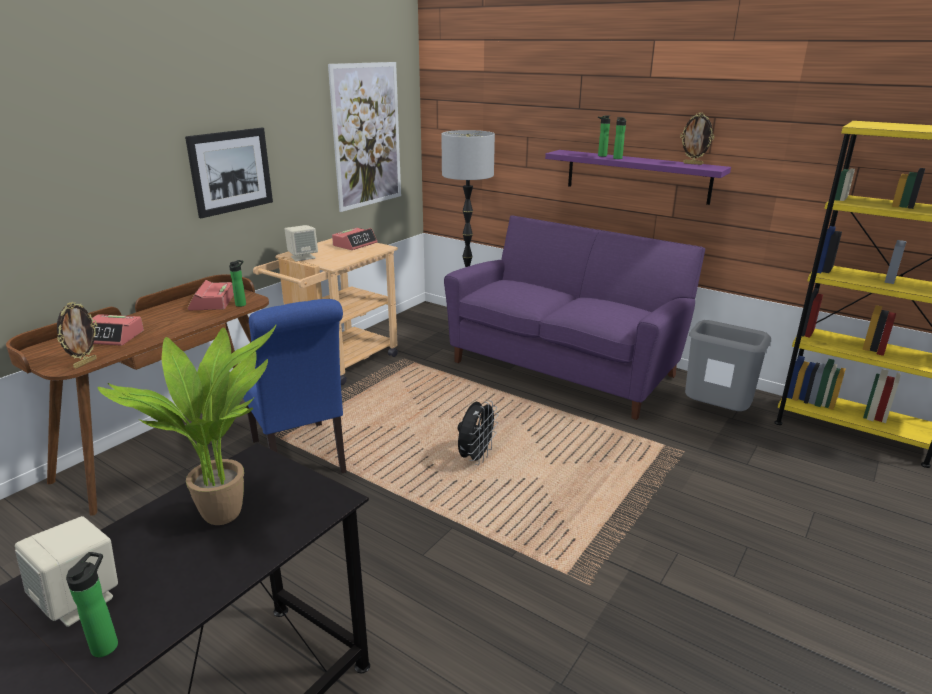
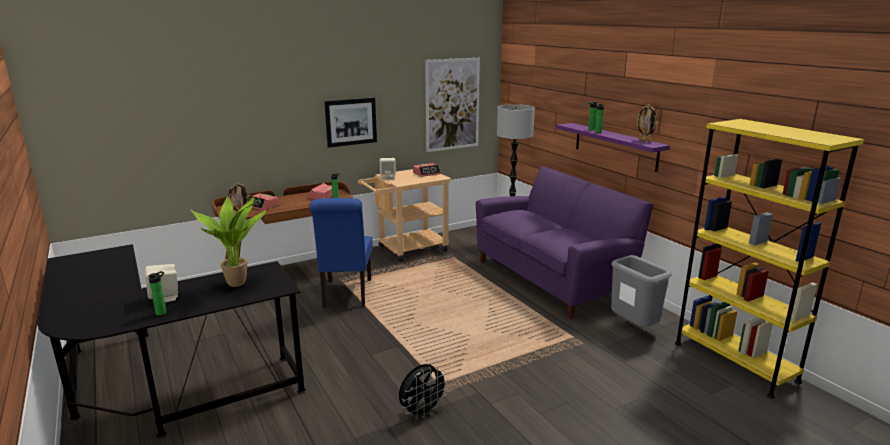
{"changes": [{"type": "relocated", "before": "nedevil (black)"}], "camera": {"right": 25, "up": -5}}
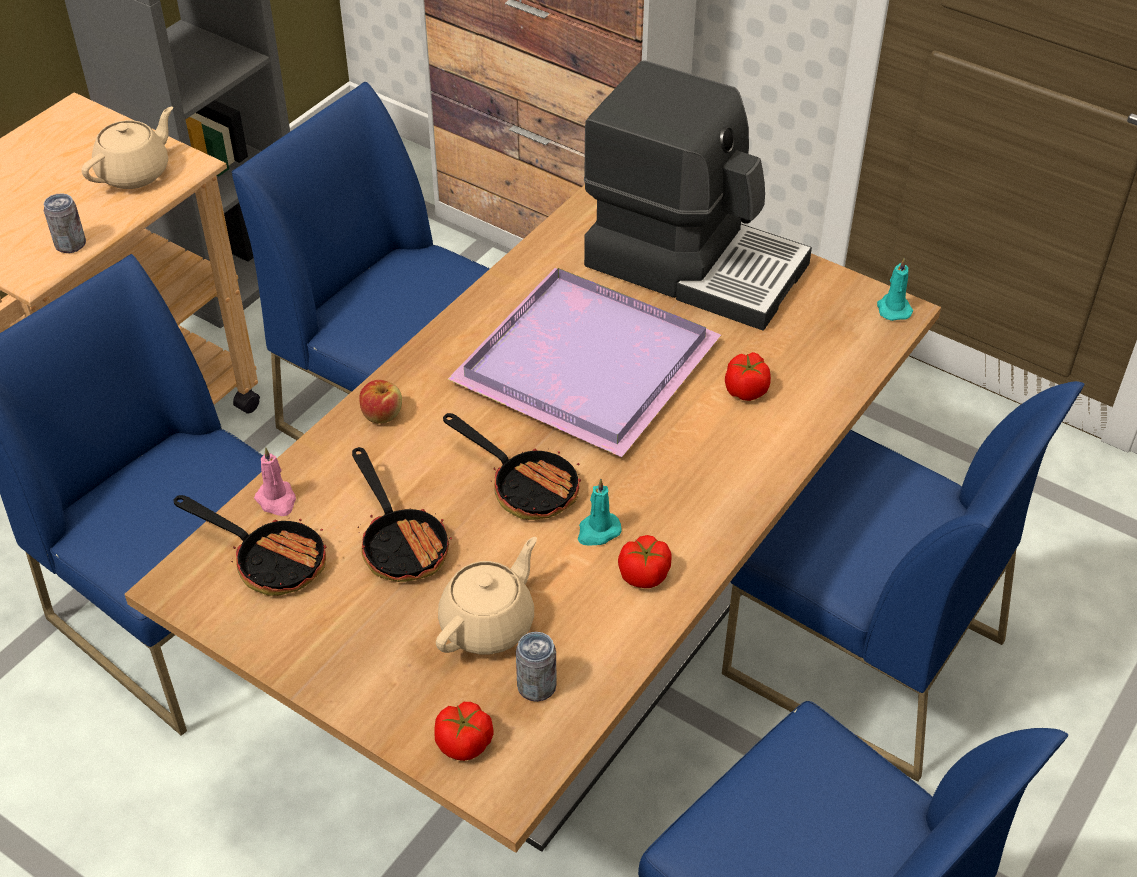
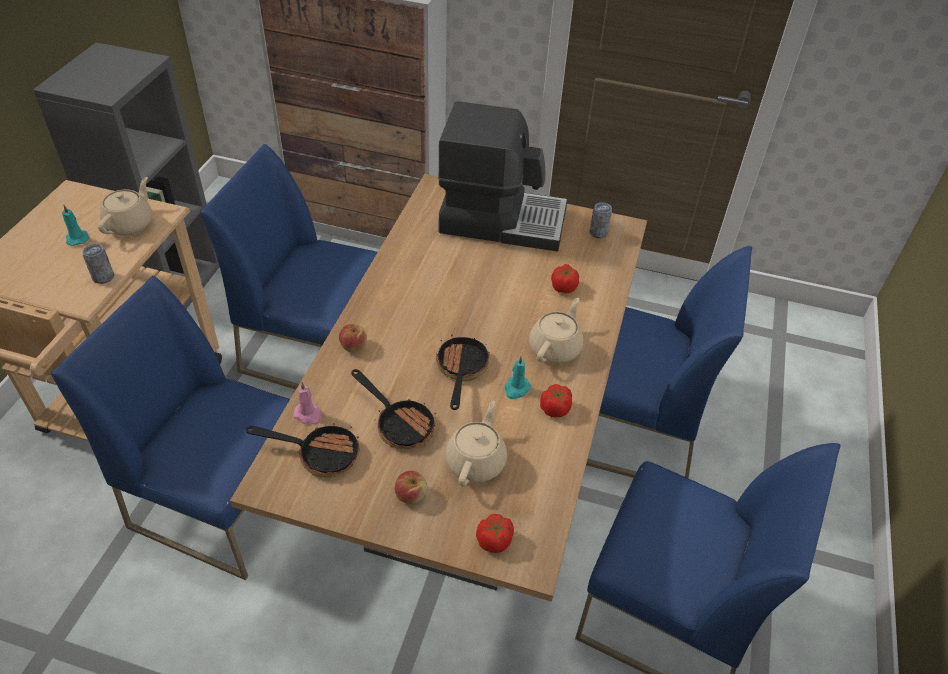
{"changes": [{"type": "relocated", "before": "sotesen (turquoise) (no. 2 from left in the first image)", "after": "sotesen (turquoise) (no. 1 from left)"}, {"type": "appeared", "after": "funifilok (no. 2 from left)"}, {"type": "spun", "before": "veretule (no. 3 from left)", "turn": -105}, {"type": "appeared", "after": "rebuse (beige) (no. 3 from left)"}, {"type": "relocated", "before": "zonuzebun (no. 2 from left)"}, {"type": "missing", "before": "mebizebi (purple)"}], "camera": {"right": -20, "up": 0}}
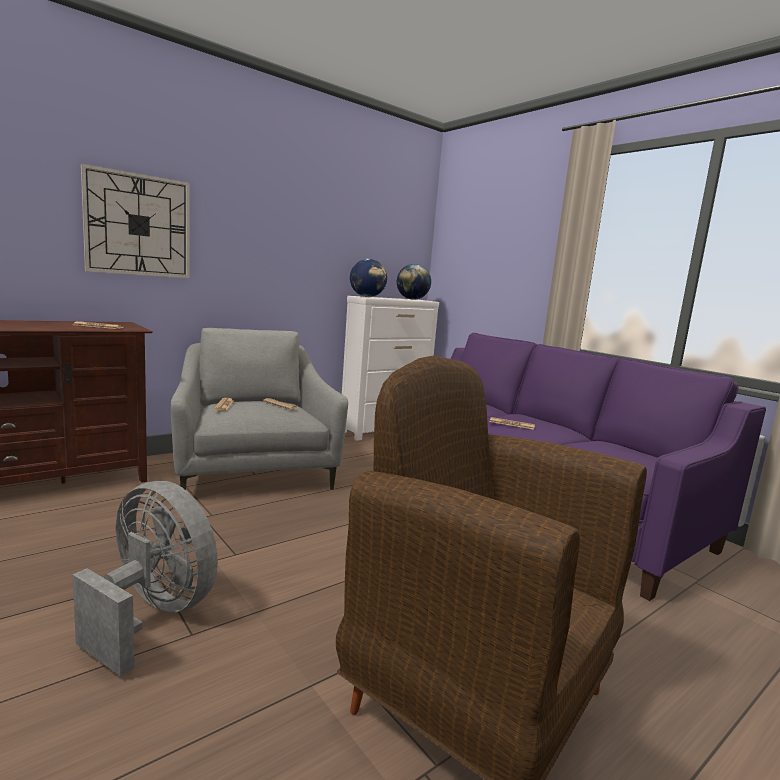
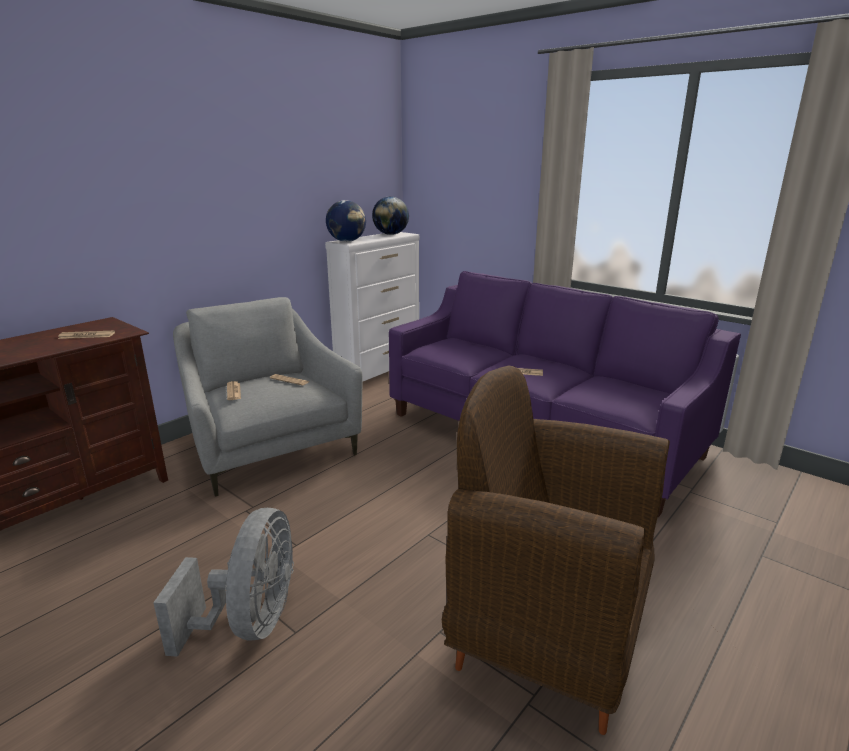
{"changes": [{"type": "spun", "before": "nedevil (grey)", "turn": 75}, {"type": "missing", "before": "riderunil"}], "camera": {"right": -10, "up": 10}}
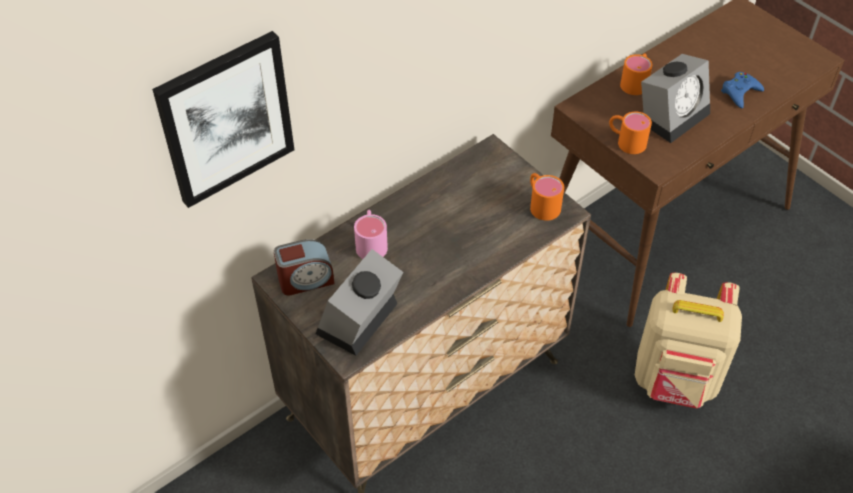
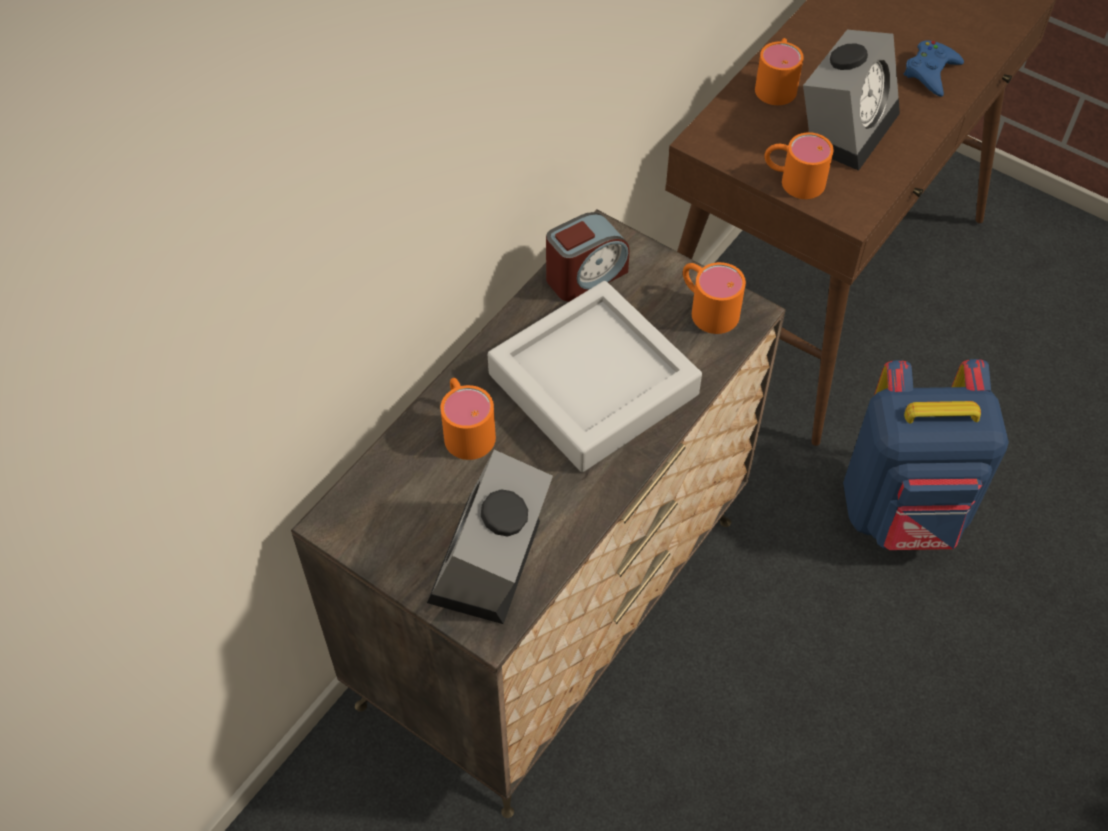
{"changes": [{"type": "colour", "before": "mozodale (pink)", "after": "mozodale (orange) (no. 1 from left)"}, {"type": "appeared", "after": "mebizebi (grey)"}, {"type": "relocated", "before": "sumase (no. 1 from left in the first image)", "after": "sumase (no. 2 from left)"}, {"type": "colour", "before": "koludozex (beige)", "after": "koludozex (blue)"}, {"type": "missing", "before": "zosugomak"}], "camera": {"right": -15, "up": 5}}
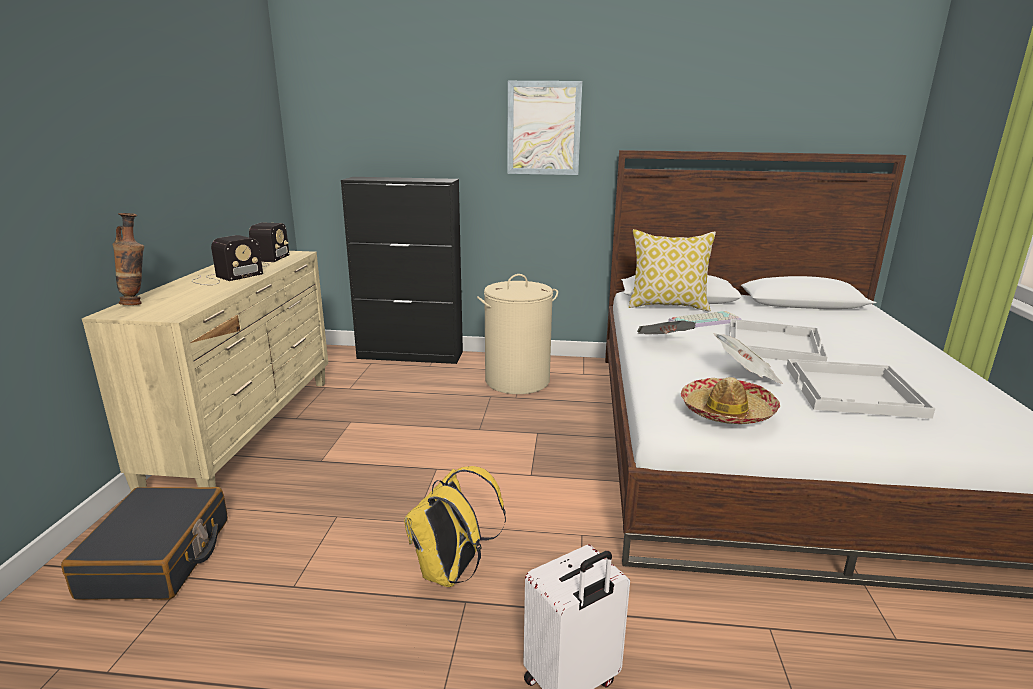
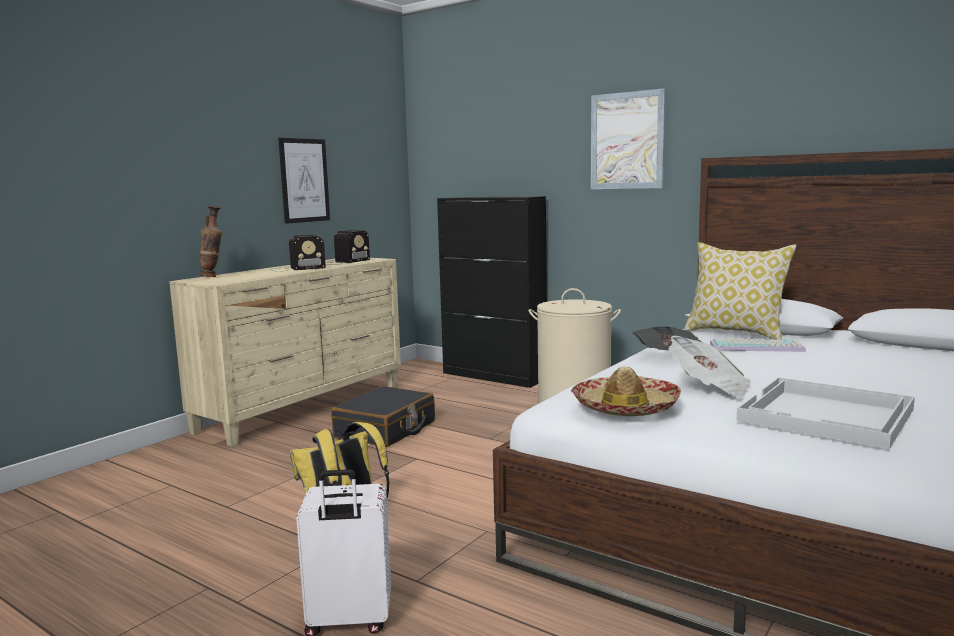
{"changes": [{"type": "appeared", "after": "zosugomak (no. 1 from left)"}, {"type": "relocated", "before": "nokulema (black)"}, {"type": "missing", "before": "mebizebi (white) (no. 1 from left)"}], "camera": {"right": 30, "up": -10}}
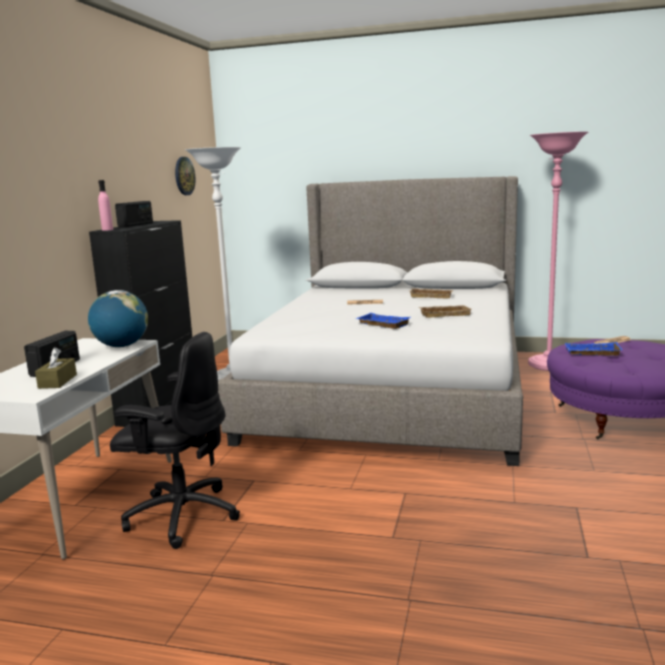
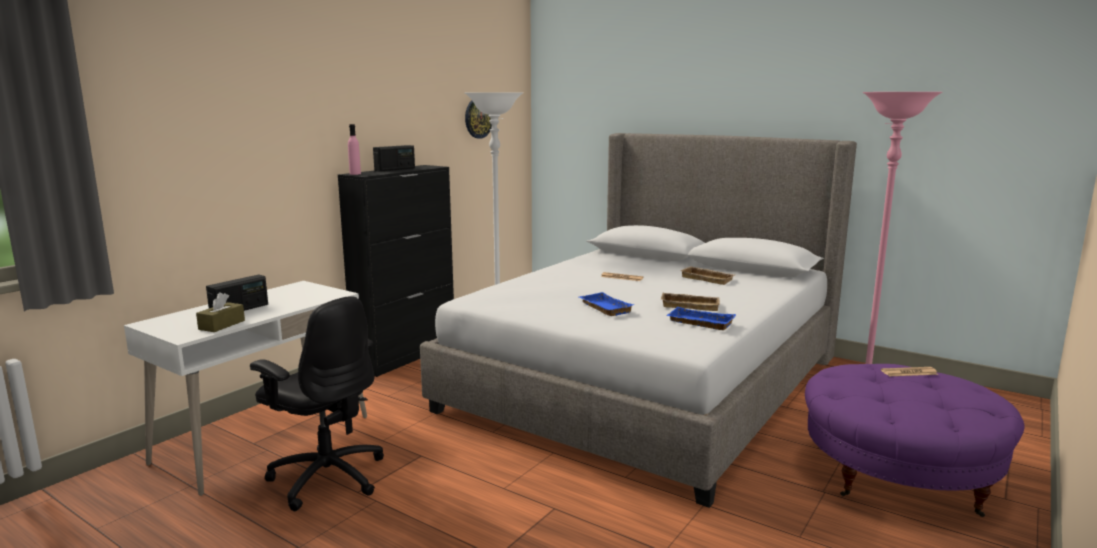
{"changes": [{"type": "relocated", "before": "mebizebi (blue) (no. 2 from left)"}, {"type": "missing", "before": "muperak"}], "camera": {"right": 20, "up": 0}}
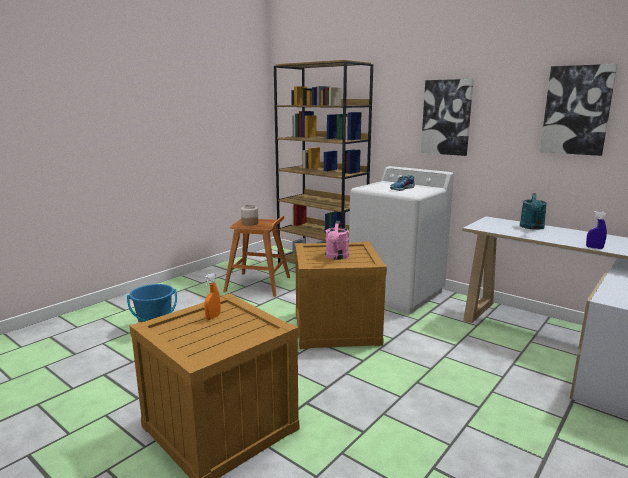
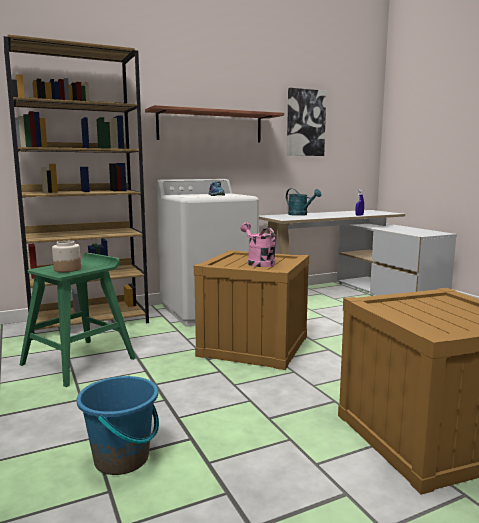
{"changes": [{"type": "colour", "before": "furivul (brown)", "after": "furivul (green)"}, {"type": "exchanged", "before": "zosugomak (no. 1 from left)", "after": "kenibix"}, {"type": "spun", "before": "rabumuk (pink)", "turn": -150}, {"type": "missing", "before": "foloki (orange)"}], "camera": {"right": -65, "up": -5}}
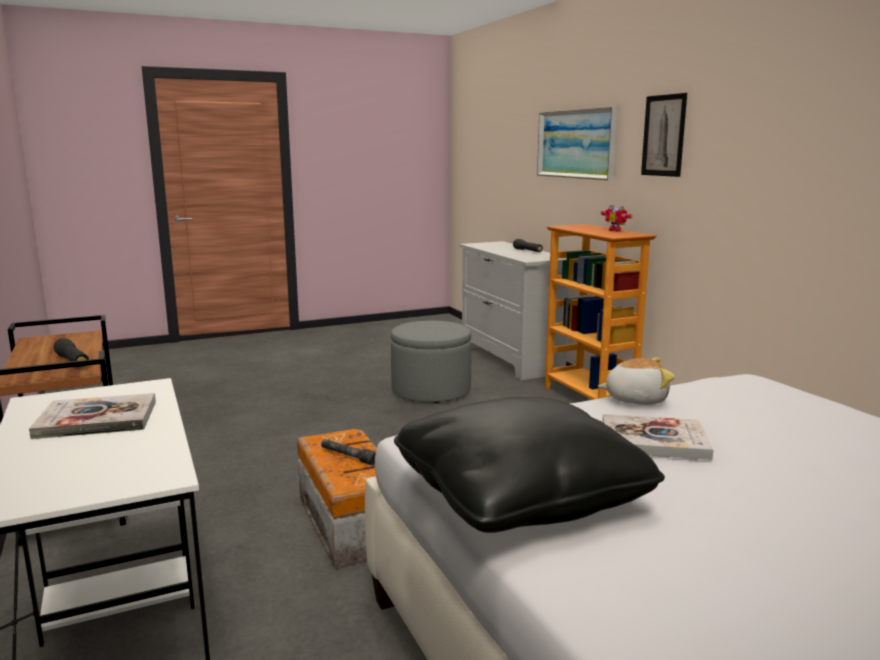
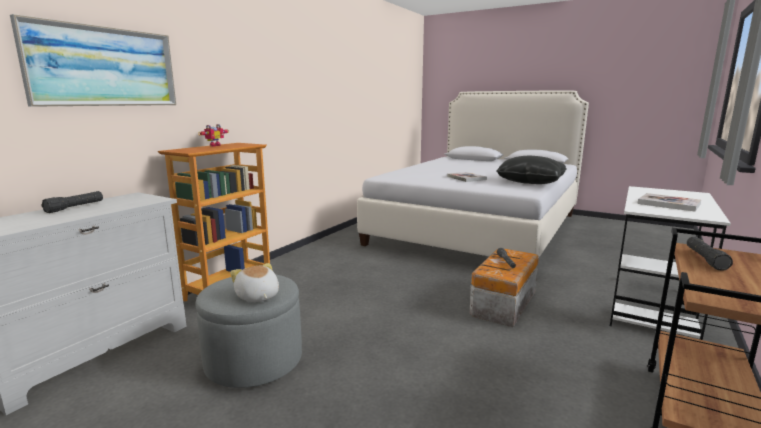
{"changes": [{"type": "relocated", "before": "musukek"}, {"type": "missing", "before": "zosugomak (no. 2 from left)"}], "camera": {"right": -125, "up": 0}}
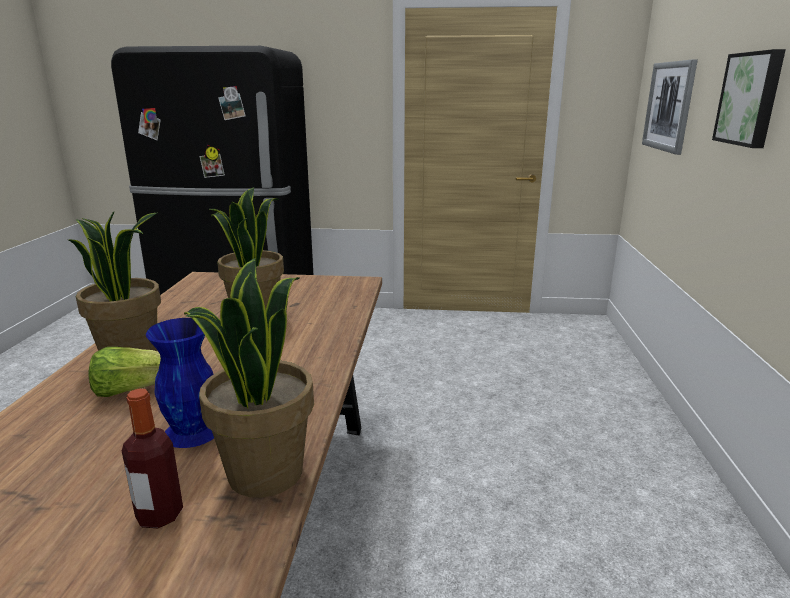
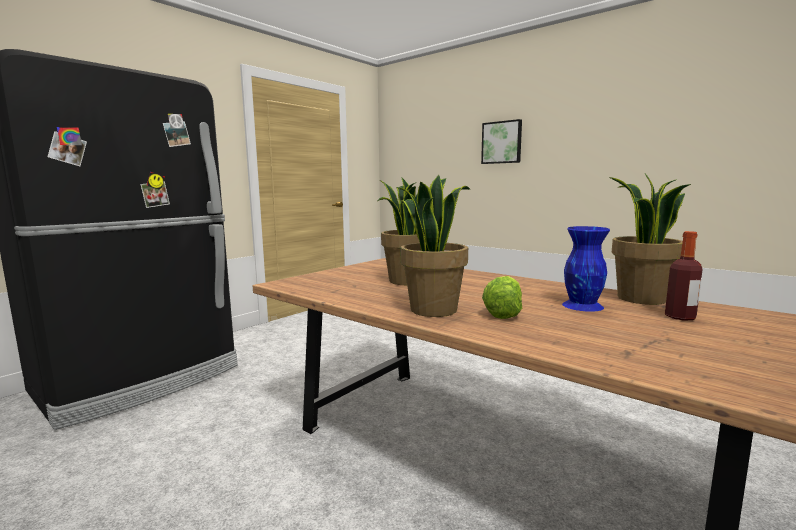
{"changes": [{"type": "missing", "before": "zosugomak (no. 1 from left)"}], "camera": {"right": -55, "up": -10}}
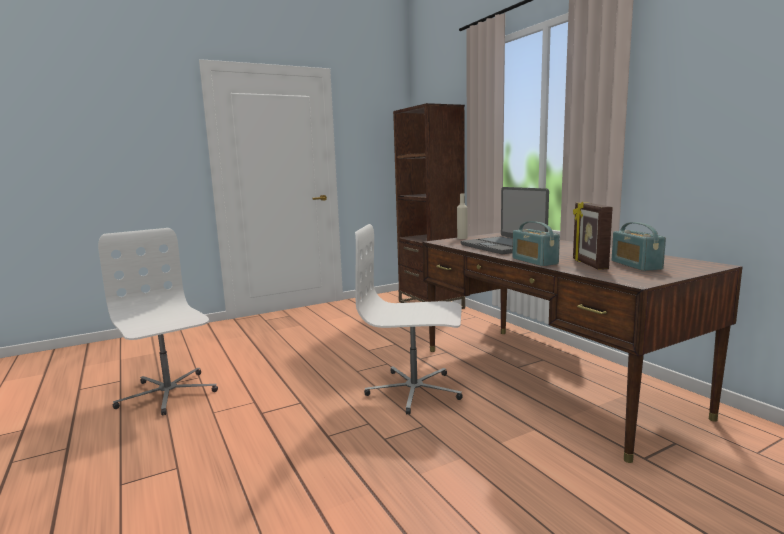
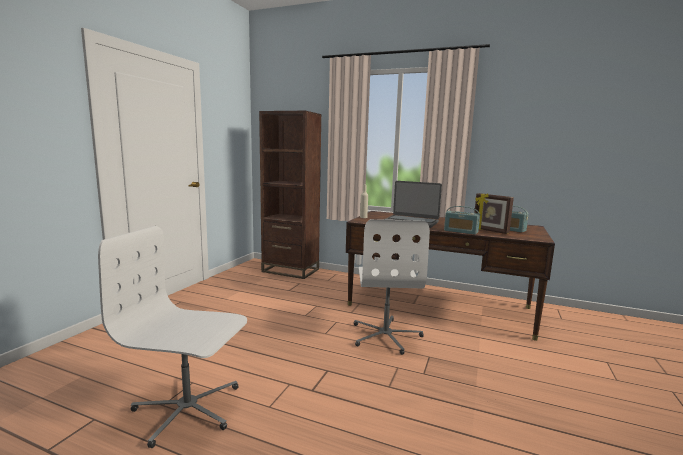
{"changes": [{"type": "spun", "before": "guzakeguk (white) (no. 2 from left)", "turn": -60}], "camera": {"right": -40, "up": 0}}
